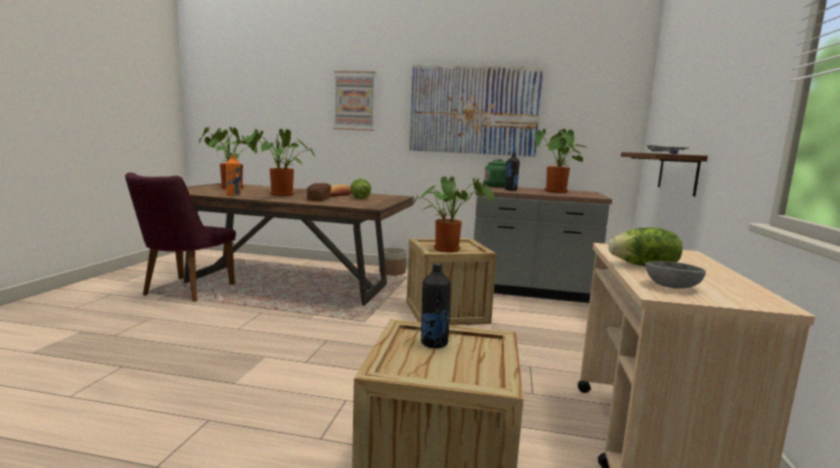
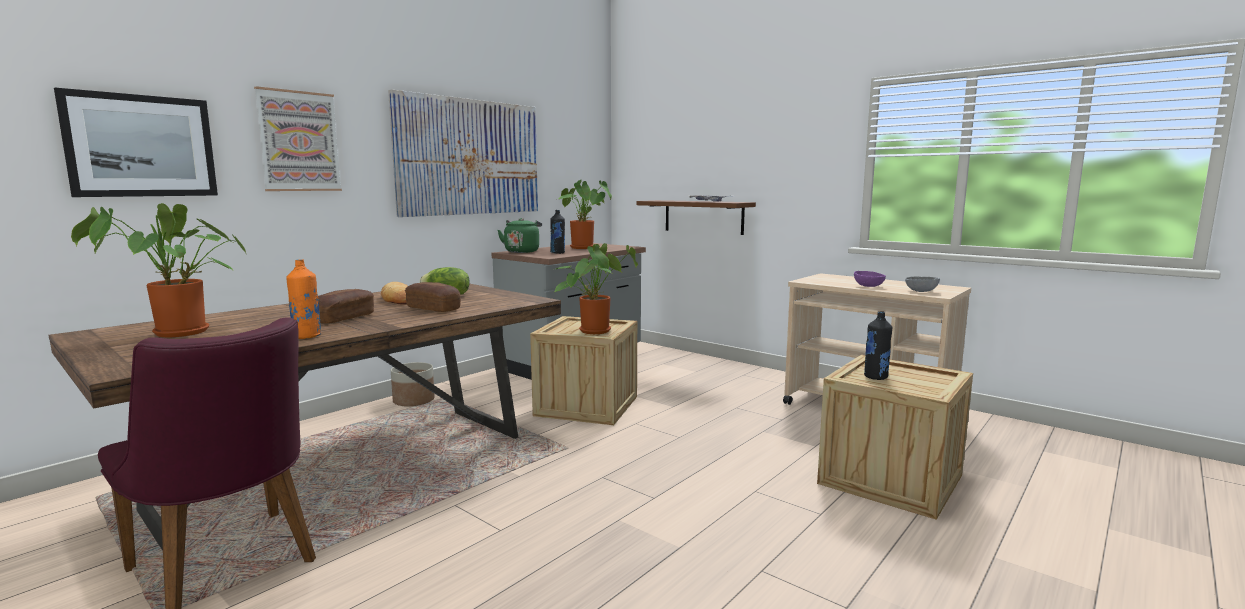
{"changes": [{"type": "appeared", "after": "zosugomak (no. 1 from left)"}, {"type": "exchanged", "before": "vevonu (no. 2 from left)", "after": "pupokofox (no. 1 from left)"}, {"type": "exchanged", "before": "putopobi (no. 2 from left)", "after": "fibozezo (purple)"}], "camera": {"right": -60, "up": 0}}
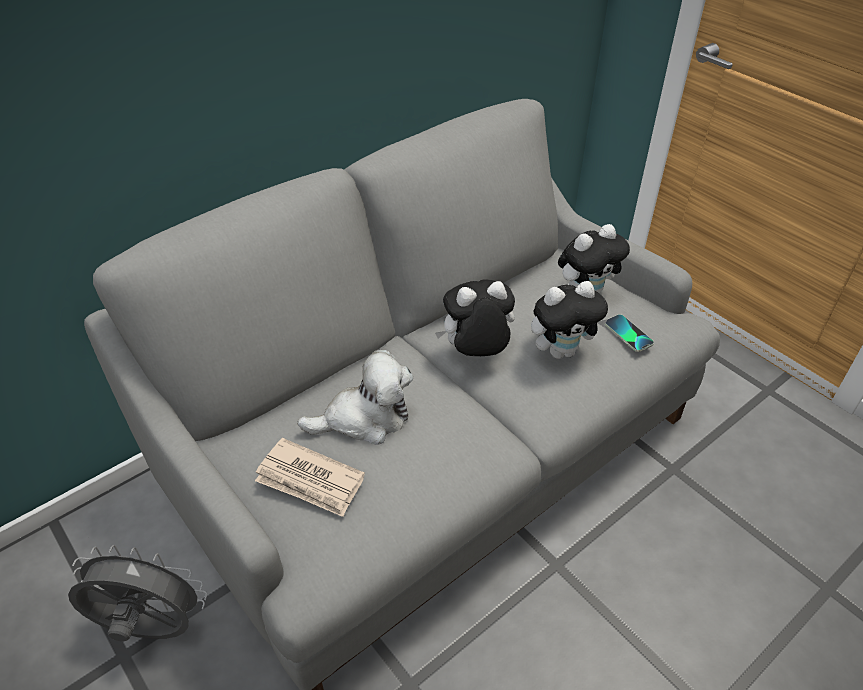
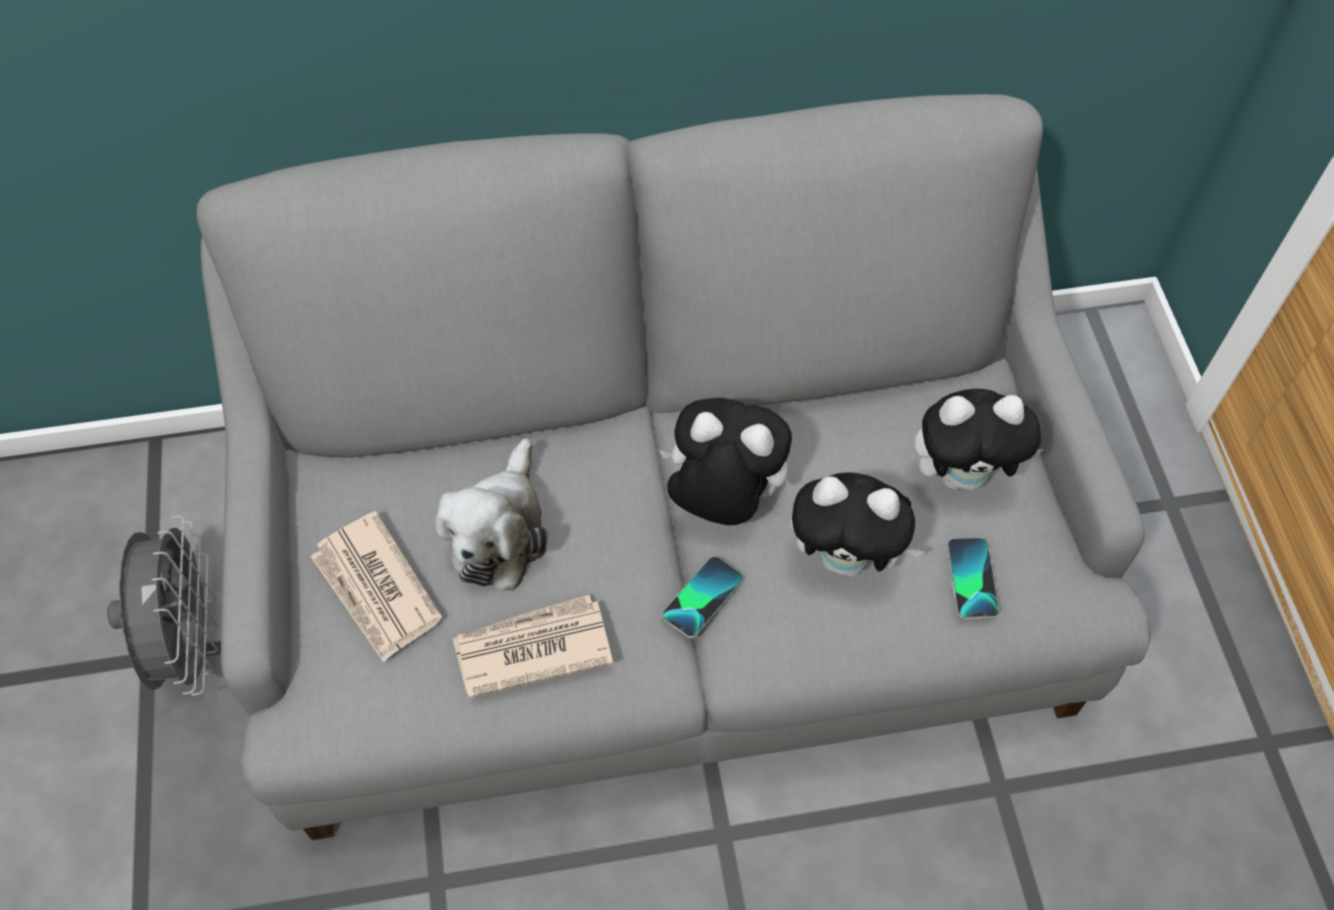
{"changes": [{"type": "spun", "before": "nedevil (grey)", "turn": 45}, {"type": "spun", "before": "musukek (no. 1 from left)", "turn": 90}, {"type": "appeared", "after": "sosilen (no. 2 from left)"}, {"type": "appeared", "after": "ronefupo (no. 1 from left)"}], "camera": {"right": 30, "up": 15}}
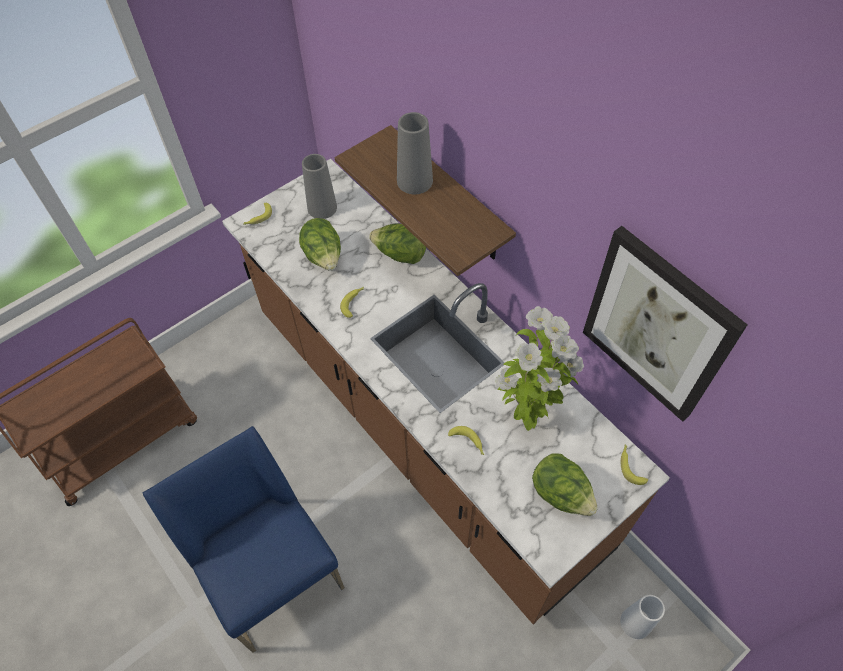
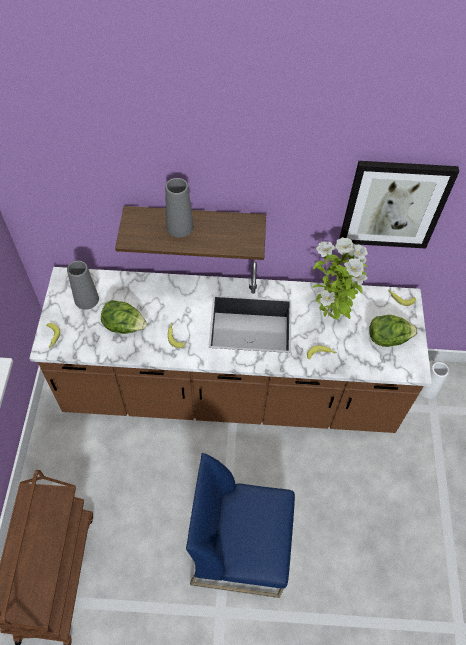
{"changes": [{"type": "missing", "before": "putopobi (no. 2 from left)"}], "camera": {"right": -50, "up": 0}}
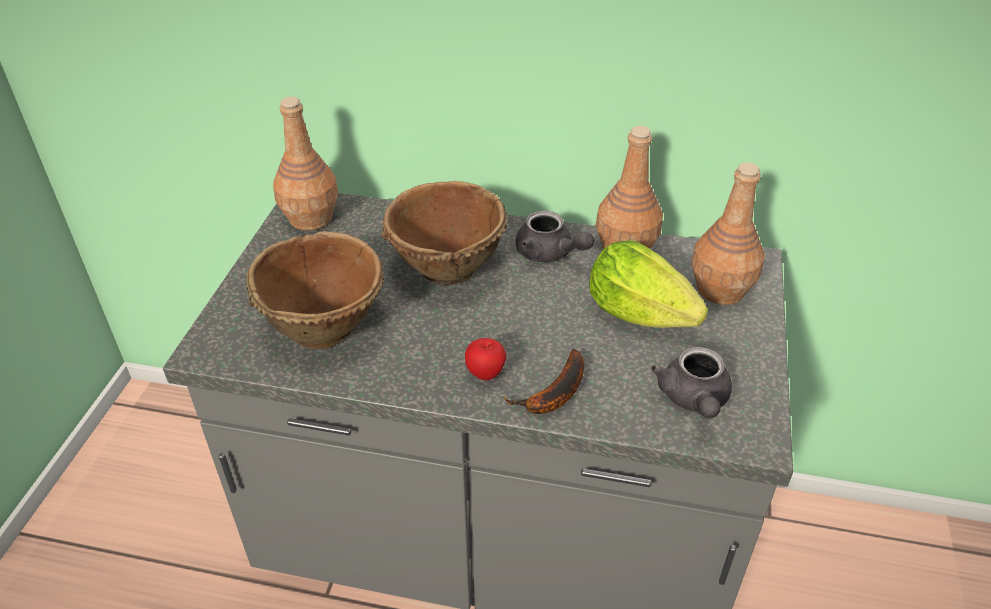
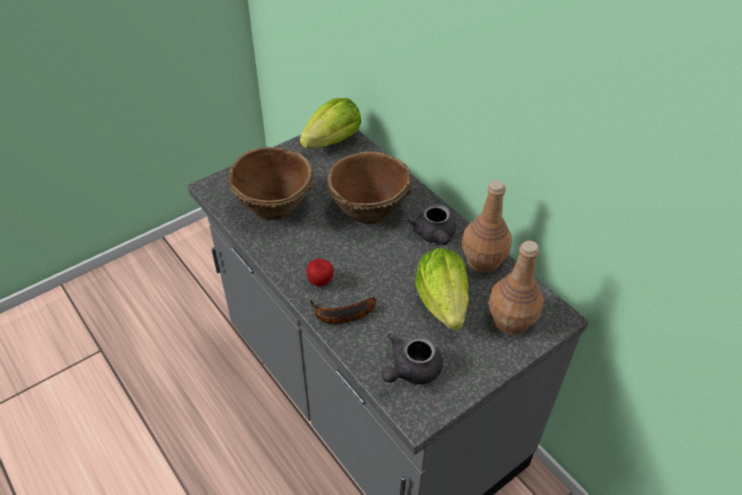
{"changes": [{"type": "exchanged", "before": "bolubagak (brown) (no. 1 from left)", "after": "putopobi (no. 1 from left)"}], "camera": {"right": 40, "up": 5}}
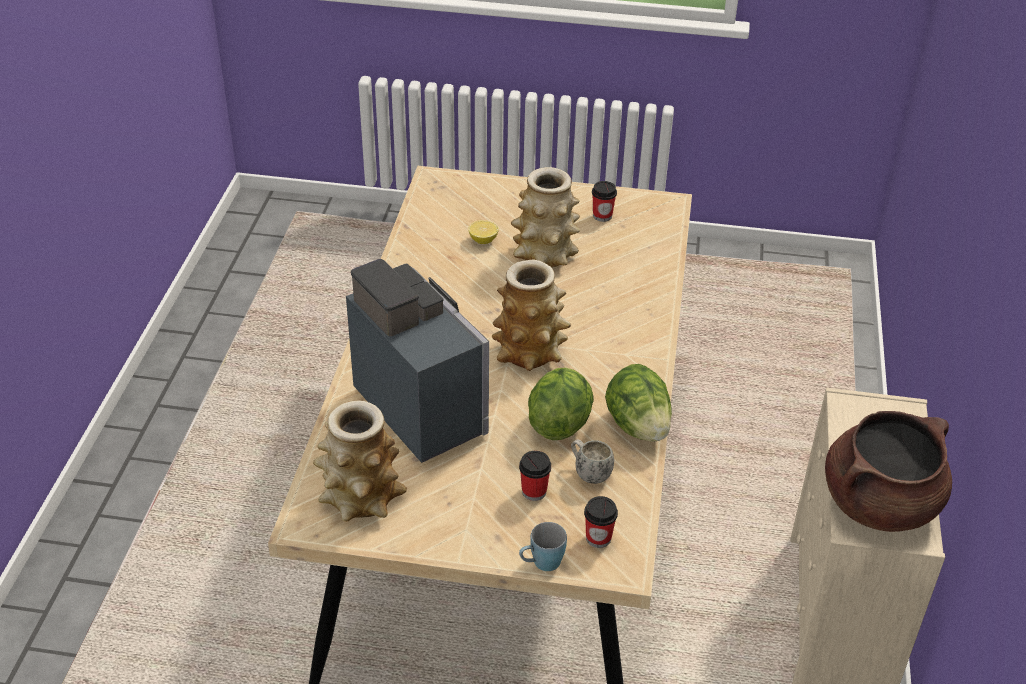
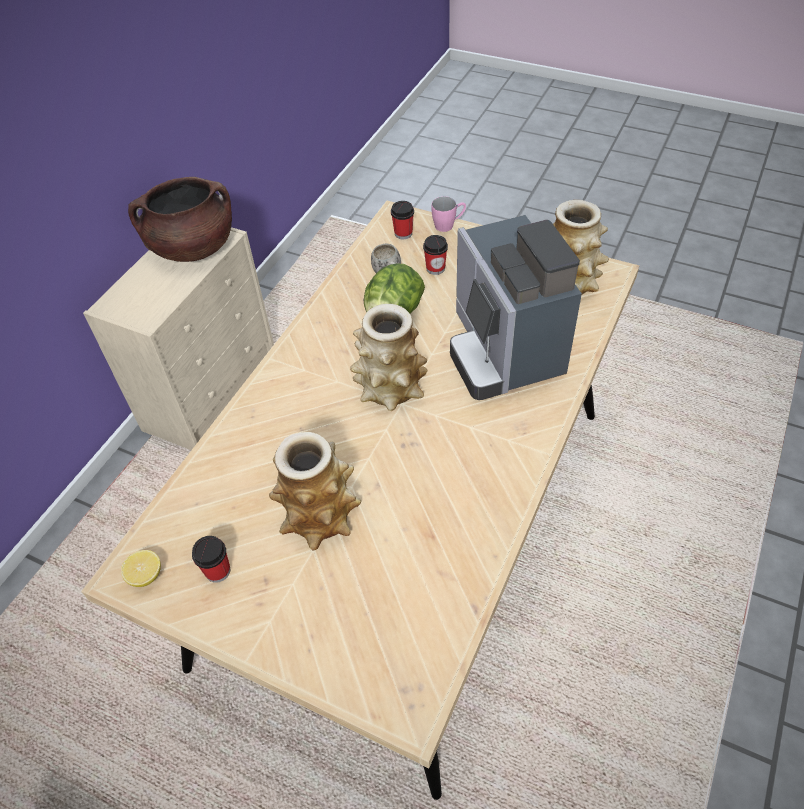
{"changes": [{"type": "relocated", "before": "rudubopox"}, {"type": "colour", "before": "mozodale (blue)", "after": "mozodale (pink)"}, {"type": "missing", "before": "putopobi (no. 2 from left)"}], "camera": {"right": -160, "up": 10}}
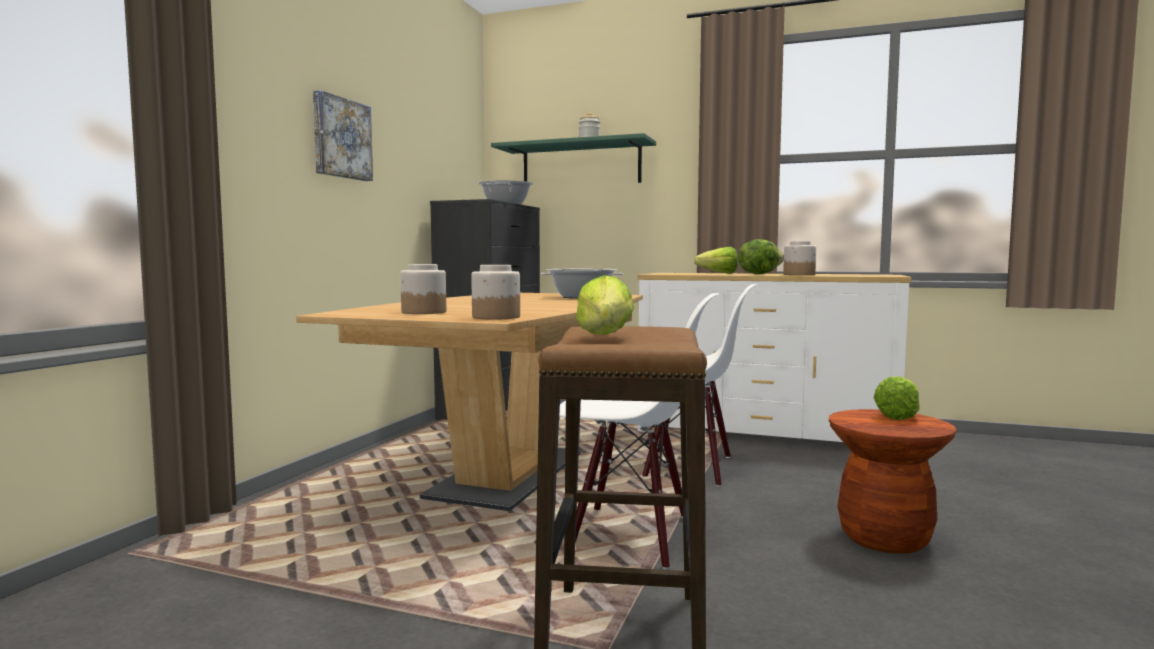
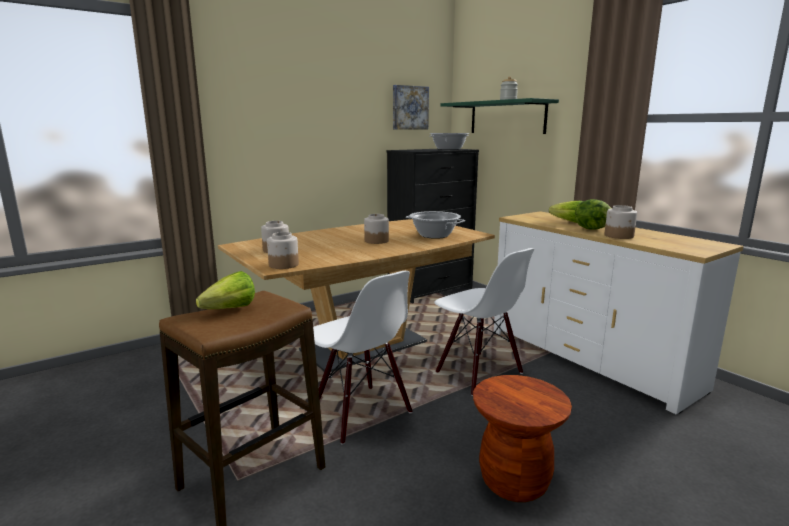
{"changes": [{"type": "appeared", "after": "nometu (no. 3 from left)"}, {"type": "relocated", "before": "zosugomak"}, {"type": "missing", "before": "putopobi (no. 4 from left)"}], "camera": {"right": 35, "up": 10}}
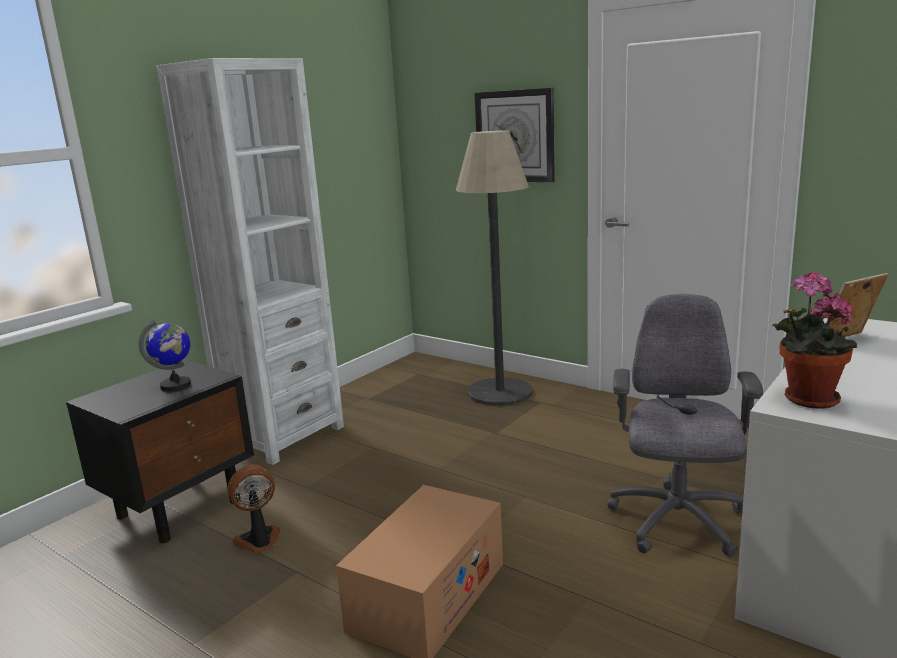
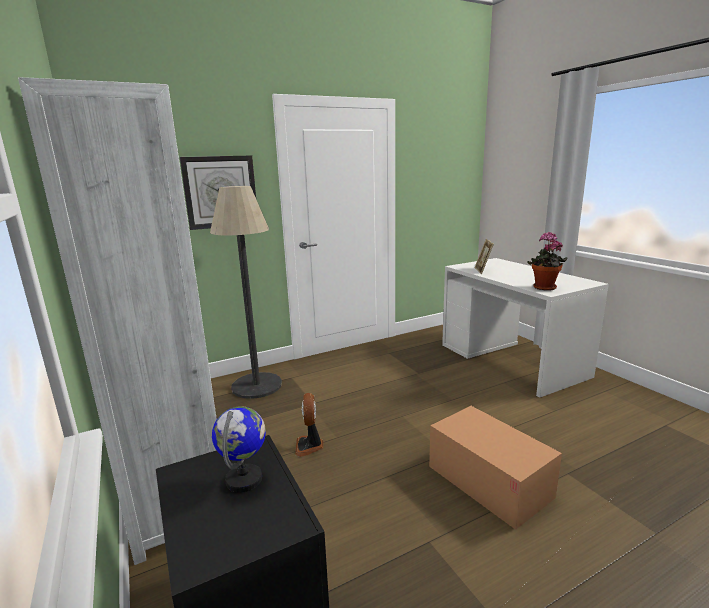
{"changes": [{"type": "relocated", "before": "nedevil"}, {"type": "missing", "before": "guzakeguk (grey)"}], "camera": {"right": -65, "up": 0}}
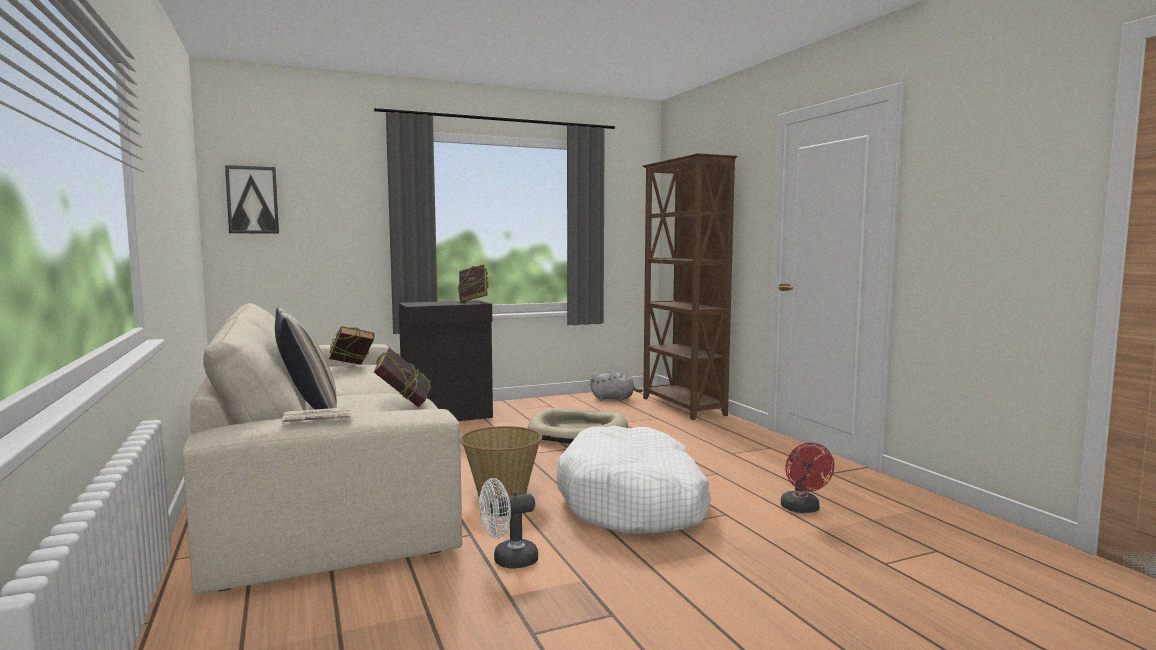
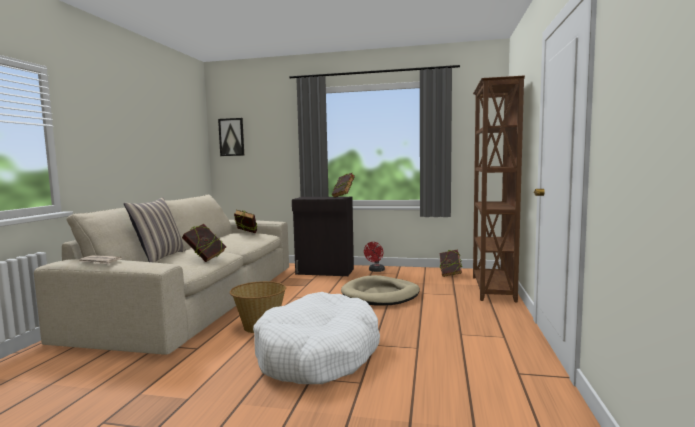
{"changes": [{"type": "relocated", "before": "nedevil (red)"}, {"type": "exchanged", "before": "musukek (grey)", "after": "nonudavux (no. 4 from left)"}, {"type": "missing", "before": "nedevil (white)"}], "camera": {"right": 35, "up": 0}}
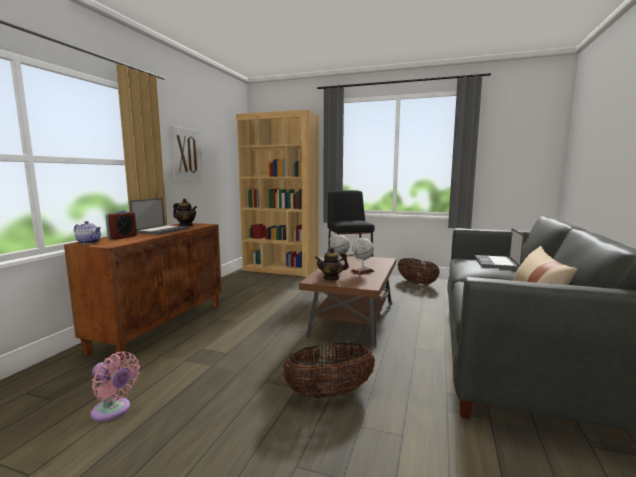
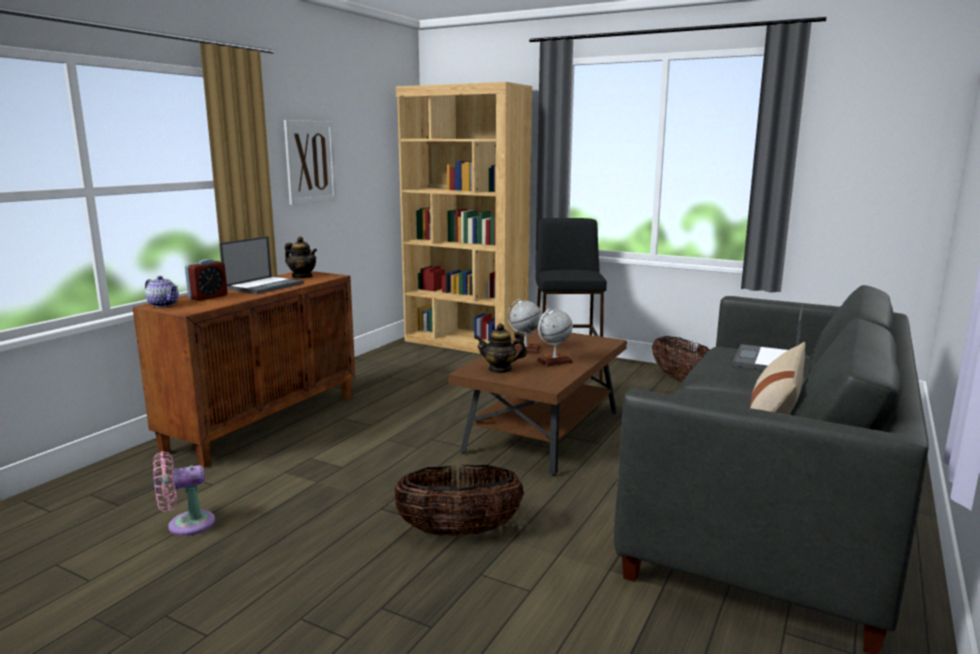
{"changes": [{"type": "spun", "before": "nedevil (pink)", "turn": 120}], "camera": {"right": 10, "up": 5}}
